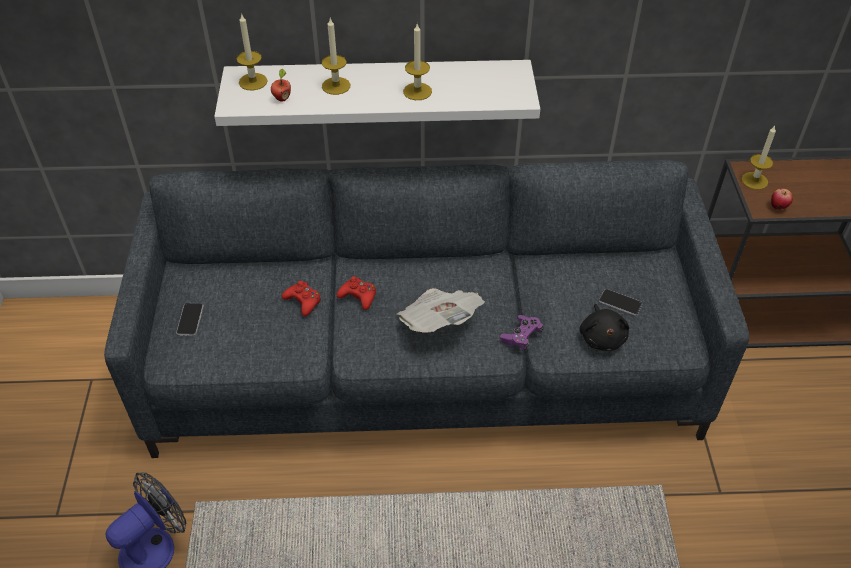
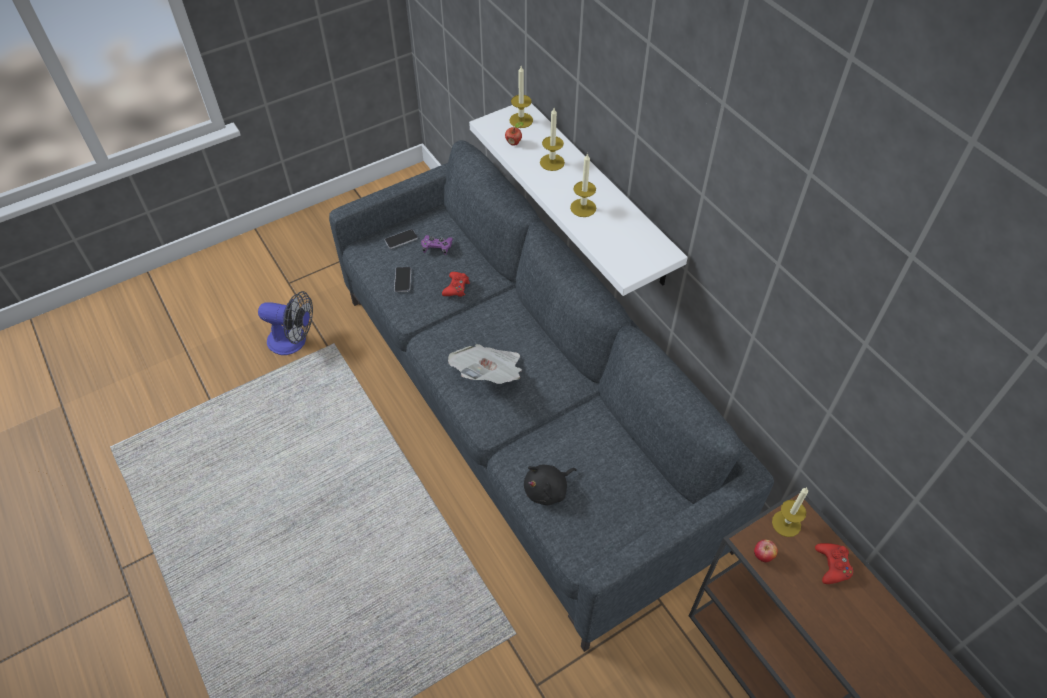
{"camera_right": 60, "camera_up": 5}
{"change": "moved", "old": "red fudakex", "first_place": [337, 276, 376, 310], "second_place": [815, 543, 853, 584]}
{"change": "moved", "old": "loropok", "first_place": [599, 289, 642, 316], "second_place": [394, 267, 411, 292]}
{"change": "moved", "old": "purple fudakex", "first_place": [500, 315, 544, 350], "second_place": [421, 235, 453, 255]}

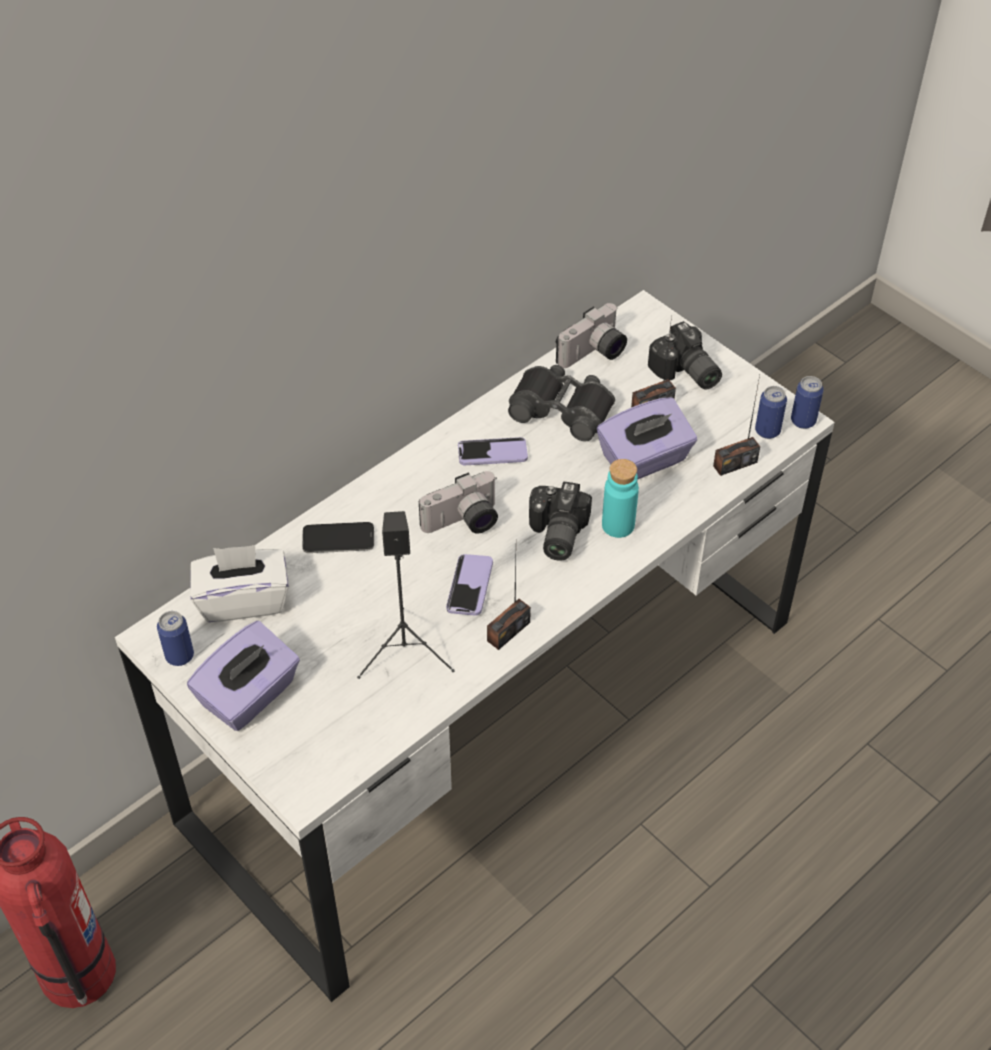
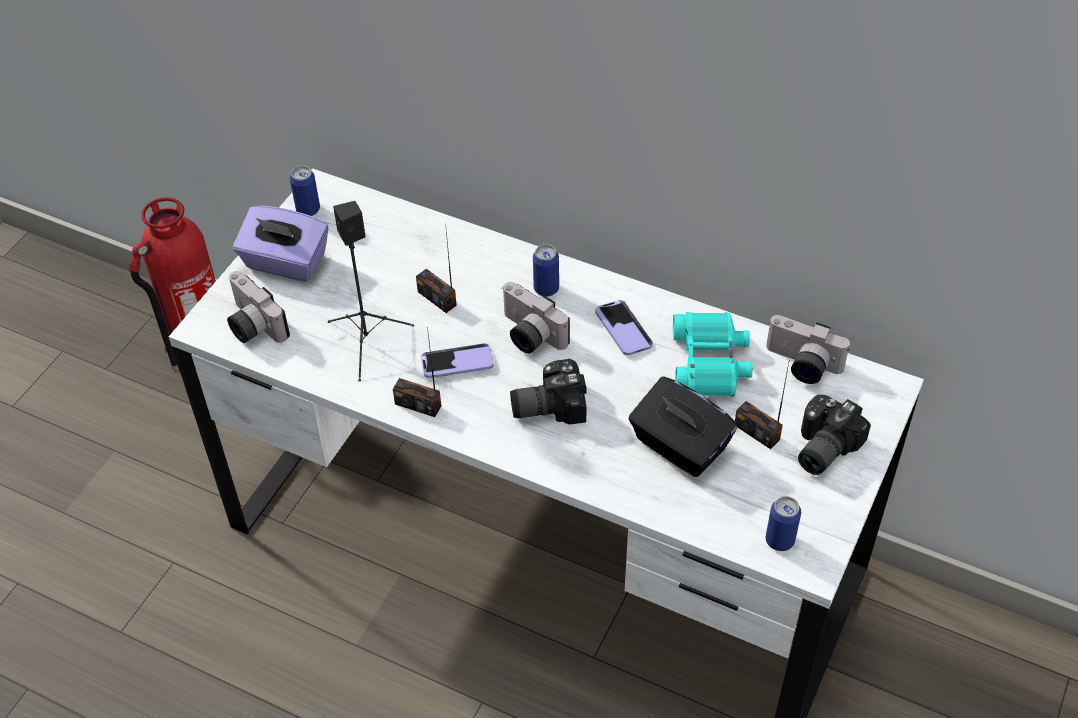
{"camera_right": 70, "camera_up": 0}
{"change": "recoloured", "old": "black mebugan", "new": "turquoise mebugan", "first_place": [508, 365, 615, 442], "second_place": [673, 312, 753, 397]}
{"change": "moved", "old": "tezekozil", "first_place": [713, 375, 760, 476], "second_place": [416, 223, 457, 313]}
{"change": "moved", "old": "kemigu", "first_place": [791, 376, 824, 429], "second_place": [533, 244, 559, 297]}
{"change": "recoloured", "old": "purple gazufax", "new": "black gazufax", "first_place": [597, 397, 697, 479], "second_place": [628, 377, 737, 477]}
{"change": "removed", "old": "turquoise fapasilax", "first_place": [602, 459, 639, 538]}
{"change": "removed", "old": "loropok", "first_place": [302, 522, 374, 553]}
{"change": "removed", "old": "white gazufax", "first_place": [191, 545, 289, 622]}
{"change": "added", "new": "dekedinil", "second_place": [227, 271, 290, 343]}

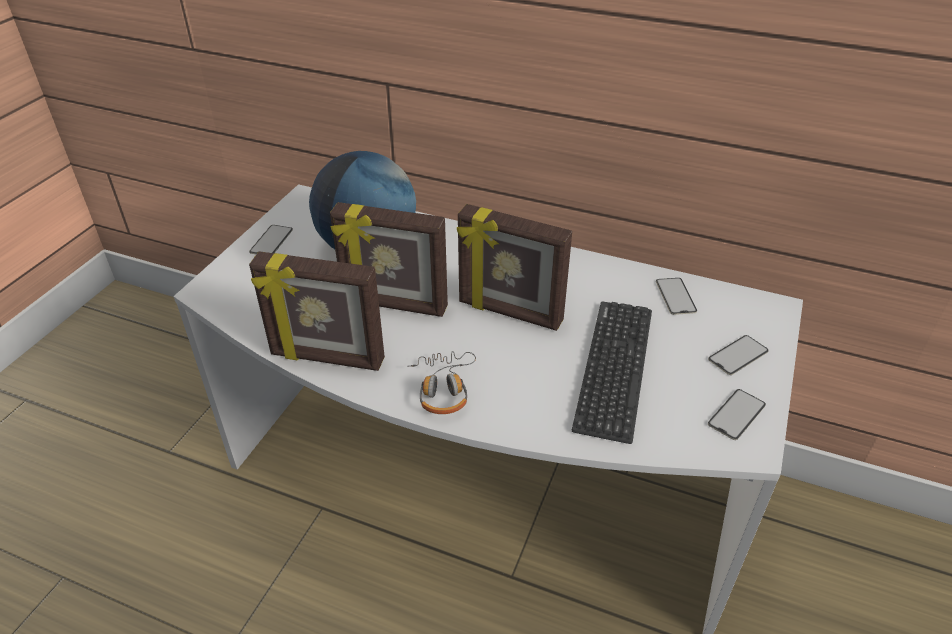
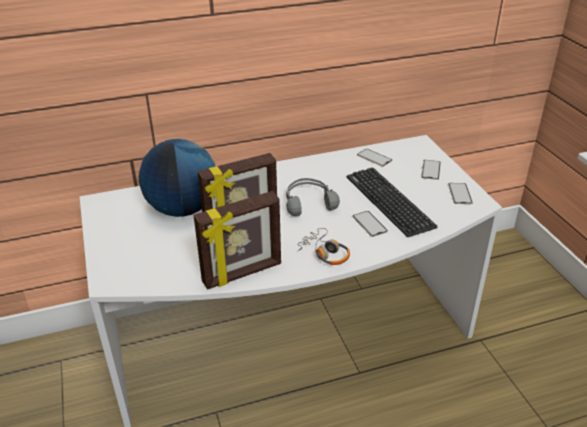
{"camera_right": -40, "camera_up": -5}
{"change": "replaced", "old": "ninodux", "new": "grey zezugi", "first_place": [457, 204, 572, 331], "second_place": [286, 178, 340, 216]}
{"change": "moved", "old": "loropok", "first_place": [249, 225, 293, 254], "second_place": [353, 211, 388, 237]}

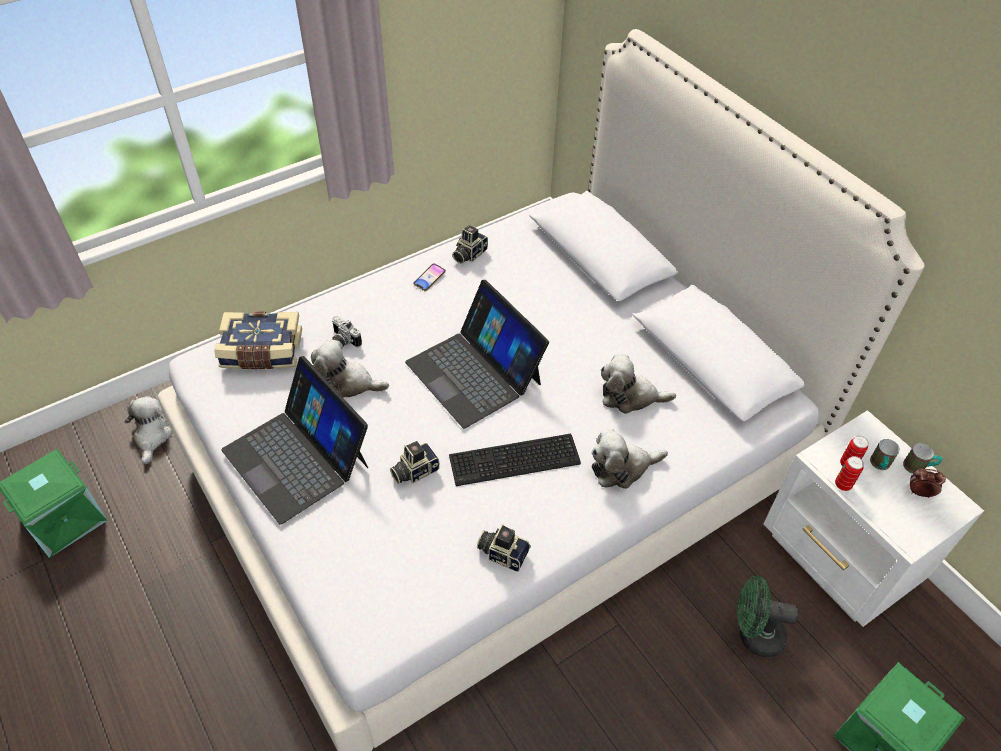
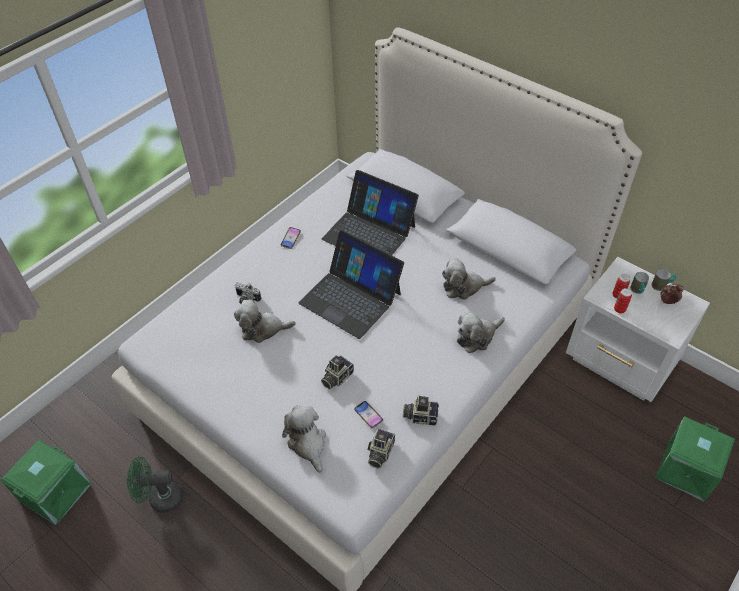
{"camera_right": -15, "camera_up": 0}
{"change": "moved", "old": "dekedinil", "first_place": [452, 225, 488, 264], "second_place": [367, 429, 395, 468]}
{"change": "removed", "old": "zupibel", "first_place": [214, 311, 302, 369]}
{"change": "moved", "old": "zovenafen", "first_place": [221, 356, 368, 525], "second_place": [322, 170, 419, 255]}
{"change": "moved", "old": "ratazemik", "first_place": [124, 396, 173, 464], "second_place": [282, 405, 326, 473]}
{"change": "removed", "old": "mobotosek", "first_place": [449, 434, 581, 486]}
{"change": "moved", "old": "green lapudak", "first_place": [737, 576, 799, 658], "second_place": [127, 456, 183, 513]}
{"change": "added", "new": "loropok", "second_place": [354, 401, 383, 428]}

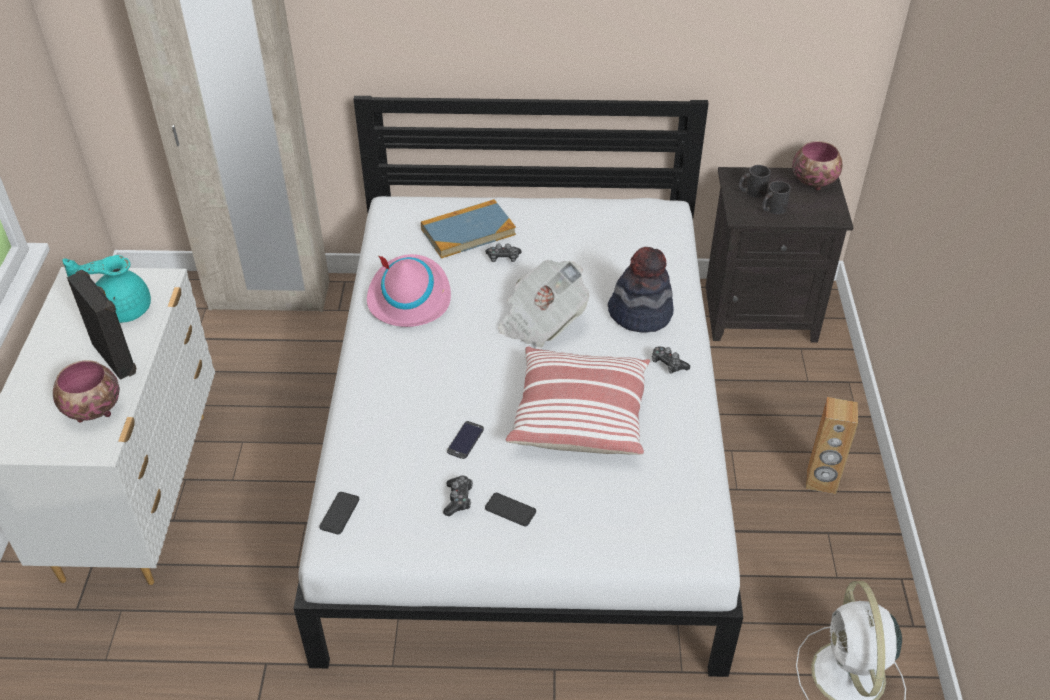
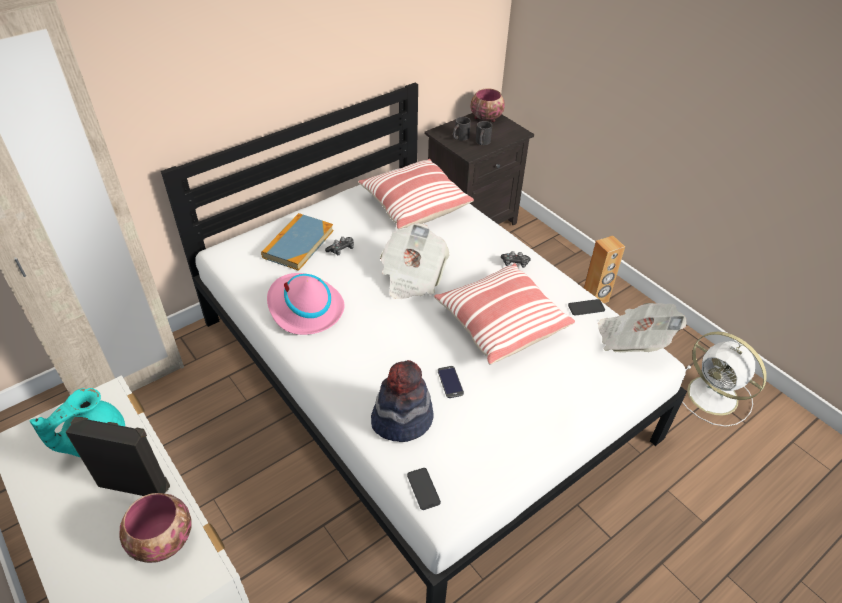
{"camera_right": -40, "camera_up": 0}
{"change": "moved", "old": "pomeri", "first_place": [608, 247, 674, 333], "second_place": [371, 360, 434, 442]}
{"change": "removed", "old": "fudakex", "first_place": [443, 476, 473, 516]}
{"change": "moved", "old": "loropok", "first_place": [485, 493, 536, 526], "second_place": [568, 299, 605, 316]}
{"change": "added", "new": "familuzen", "second_place": [358, 159, 474, 229]}
{"change": "added", "new": "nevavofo", "second_place": [598, 303, 686, 352]}

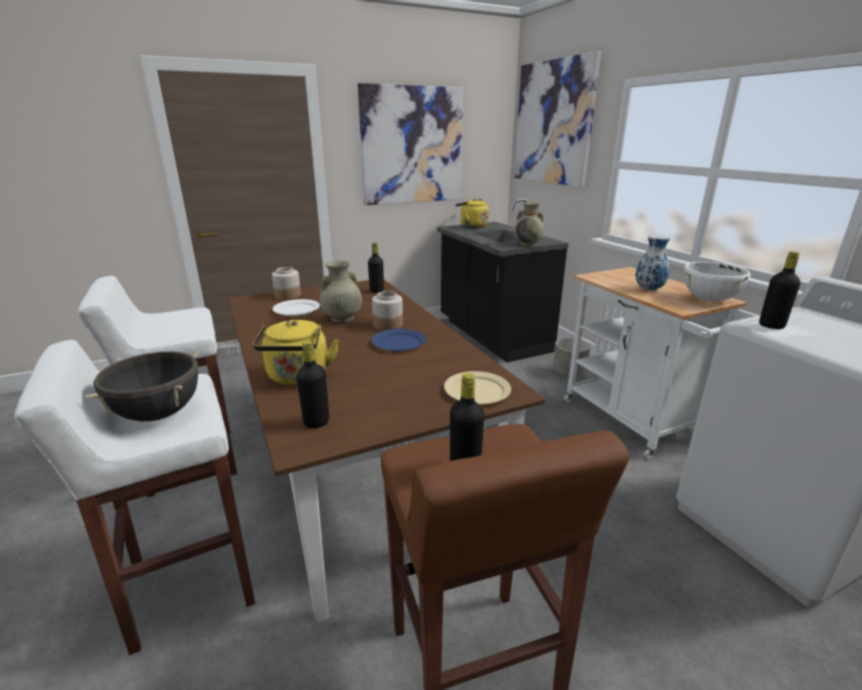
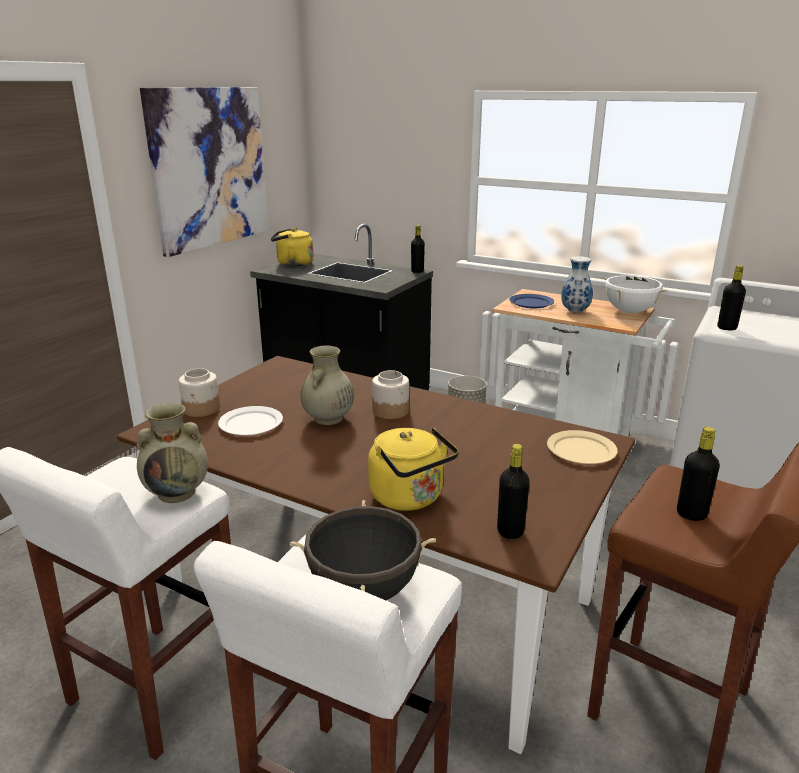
{"camera_right": -35, "camera_up": 0}
{"change": "removed", "old": "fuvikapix", "first_place": [514, 51, 601, 187]}
{"change": "moved", "old": "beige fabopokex", "first_place": [514, 202, 544, 246], "second_place": [137, 402, 208, 503]}
{"change": "moved", "old": "black fapasilax", "first_place": [368, 242, 384, 293], "second_place": [411, 225, 425, 273]}
{"change": "moved", "old": "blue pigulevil", "first_place": [371, 329, 426, 352], "second_place": [509, 294, 554, 308]}

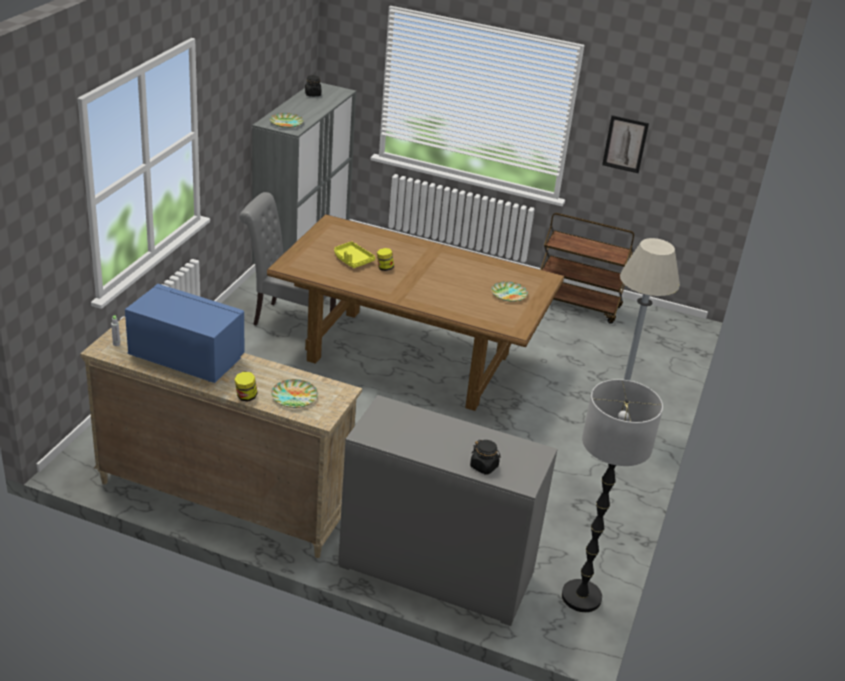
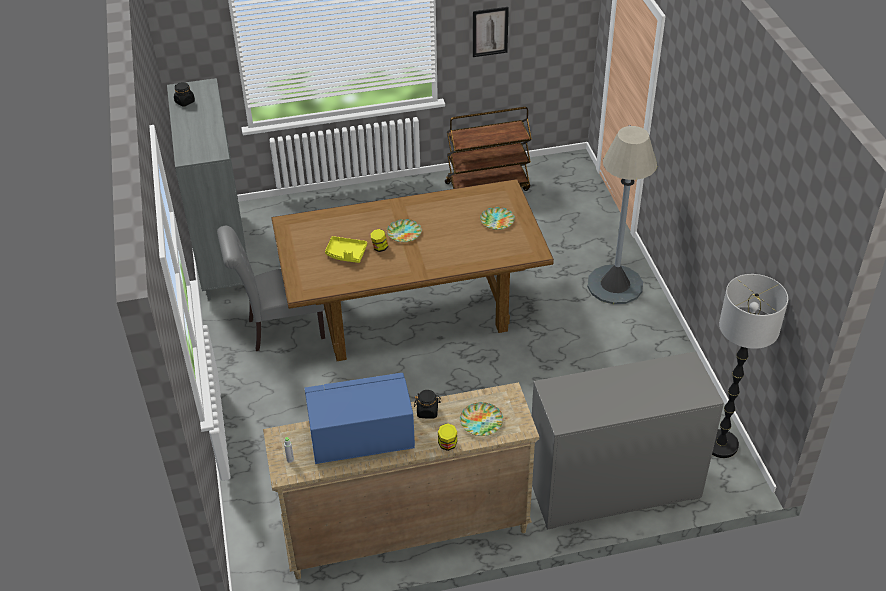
{"camera_right": -30, "camera_up": 10}
{"change": "moved", "old": "pigulevil", "first_place": [269, 113, 304, 128], "second_place": [387, 219, 422, 242]}
{"change": "moved", "old": "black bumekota", "first_place": [470, 440, 501, 475], "second_place": [414, 390, 441, 419]}

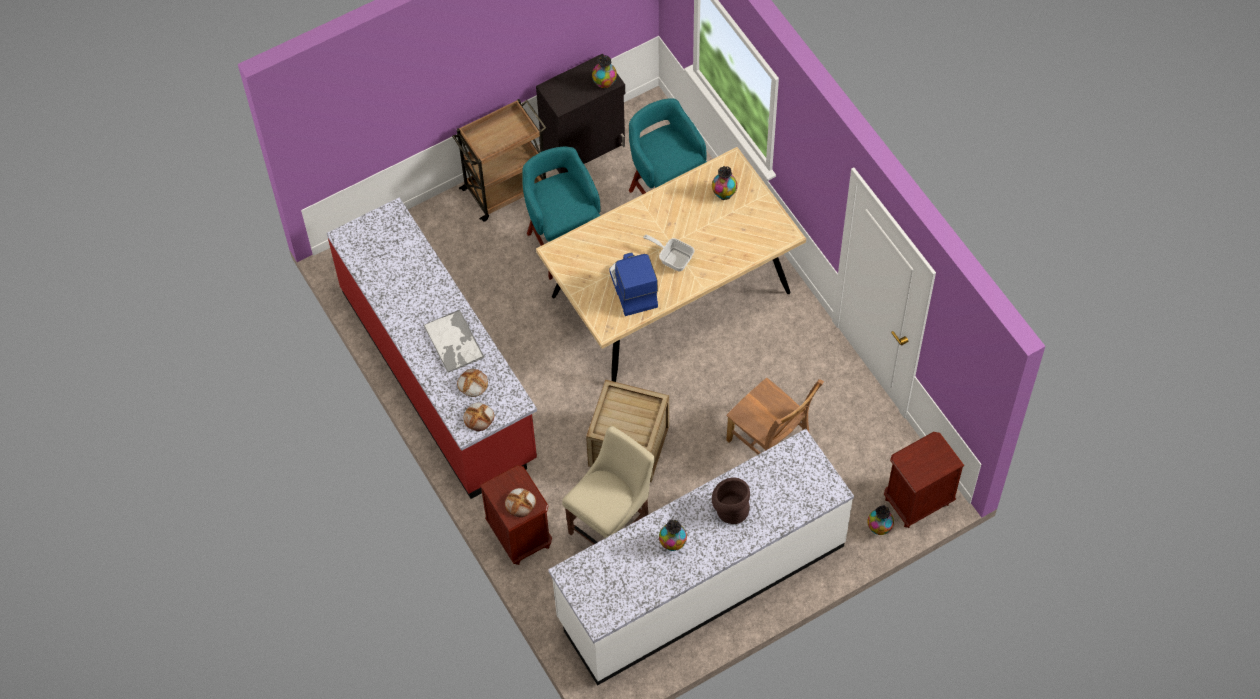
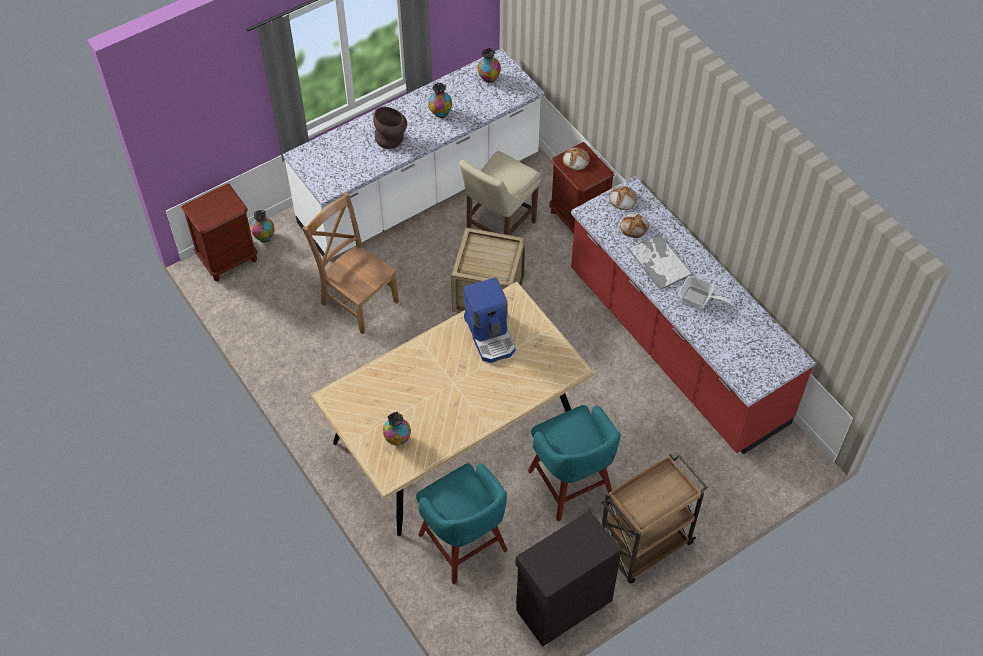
{"camera_right": 175, "camera_up": -5}
{"change": "moved", "old": "fabopokex", "first_place": [592, 55, 617, 89], "second_place": [477, 48, 501, 83]}
{"change": "moved", "old": "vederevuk", "first_place": [643, 235, 695, 271], "second_place": [679, 276, 734, 308]}

